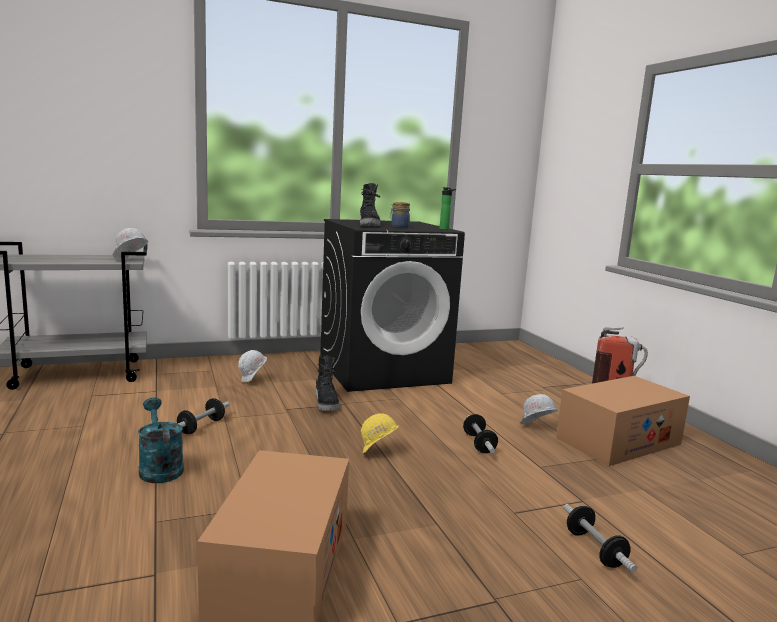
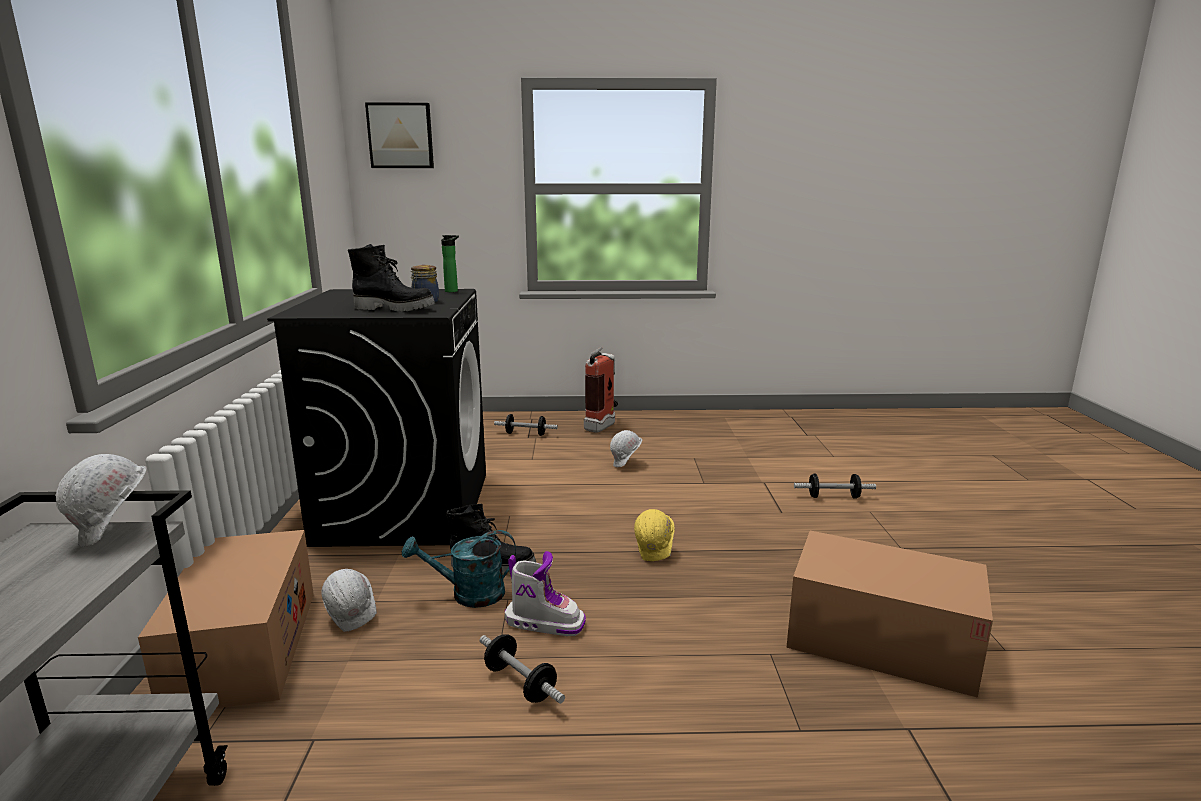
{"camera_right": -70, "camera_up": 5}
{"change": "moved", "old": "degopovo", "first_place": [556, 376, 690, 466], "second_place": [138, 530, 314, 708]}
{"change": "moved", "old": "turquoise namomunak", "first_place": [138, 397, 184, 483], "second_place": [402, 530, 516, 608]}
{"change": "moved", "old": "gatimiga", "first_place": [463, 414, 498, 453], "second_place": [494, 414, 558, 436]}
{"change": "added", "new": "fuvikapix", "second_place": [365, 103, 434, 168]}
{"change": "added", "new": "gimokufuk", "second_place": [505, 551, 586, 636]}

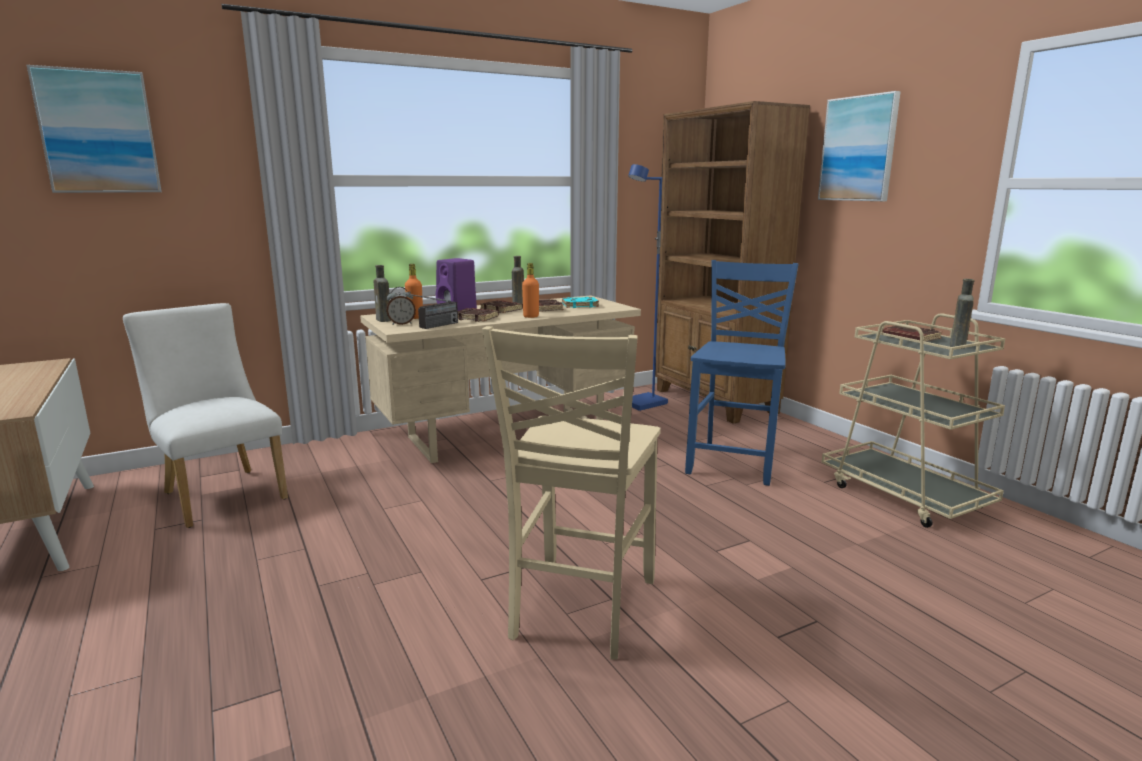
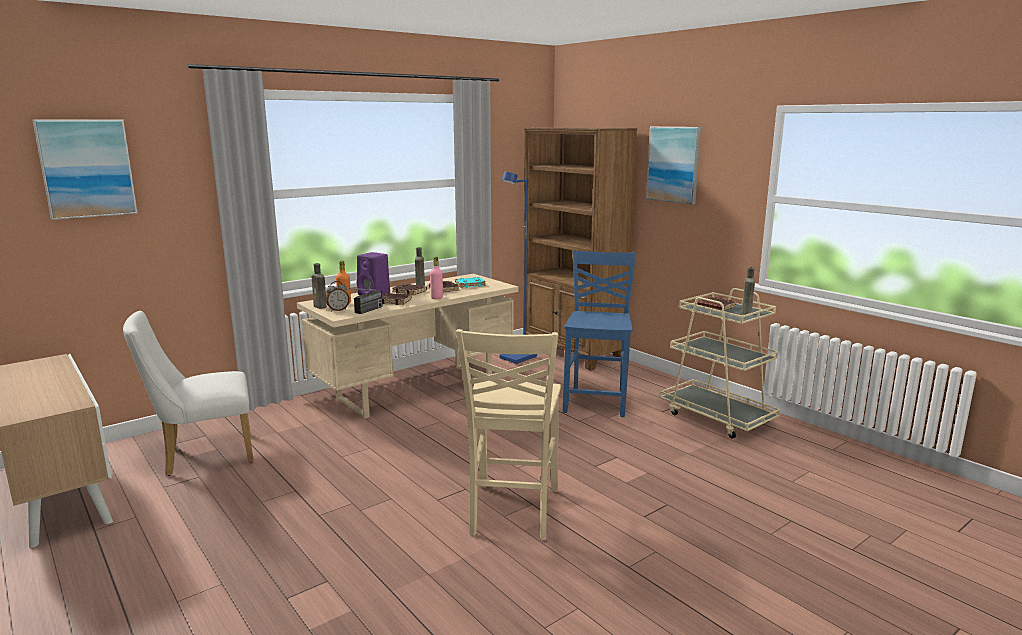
{"camera_right": -10, "camera_up": 0}
{"change": "recoloured", "old": "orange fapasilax", "new": "pink fapasilax", "first_place": [522, 263, 539, 318], "second_place": [430, 257, 443, 299]}
{"change": "turned", "old": "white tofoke", "first_place": [123, 303, 288, 528], "second_place": [123, 311, 254, 476], "degrees": -60}

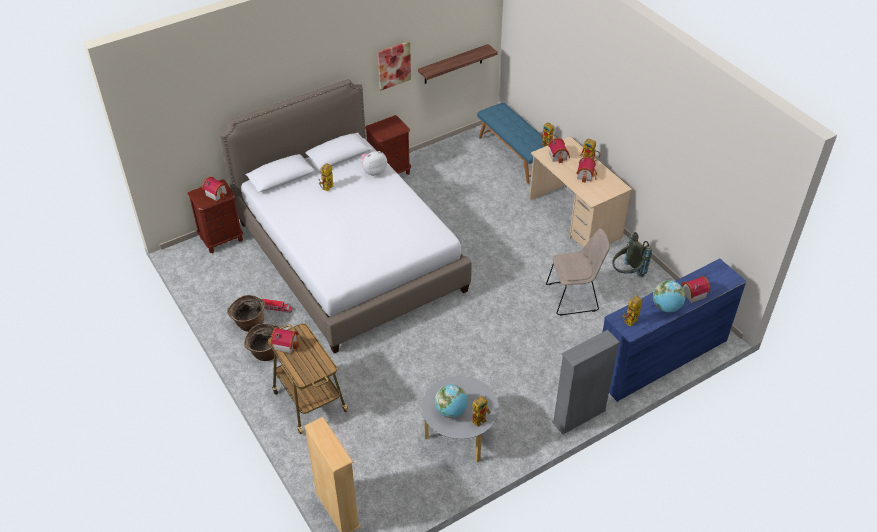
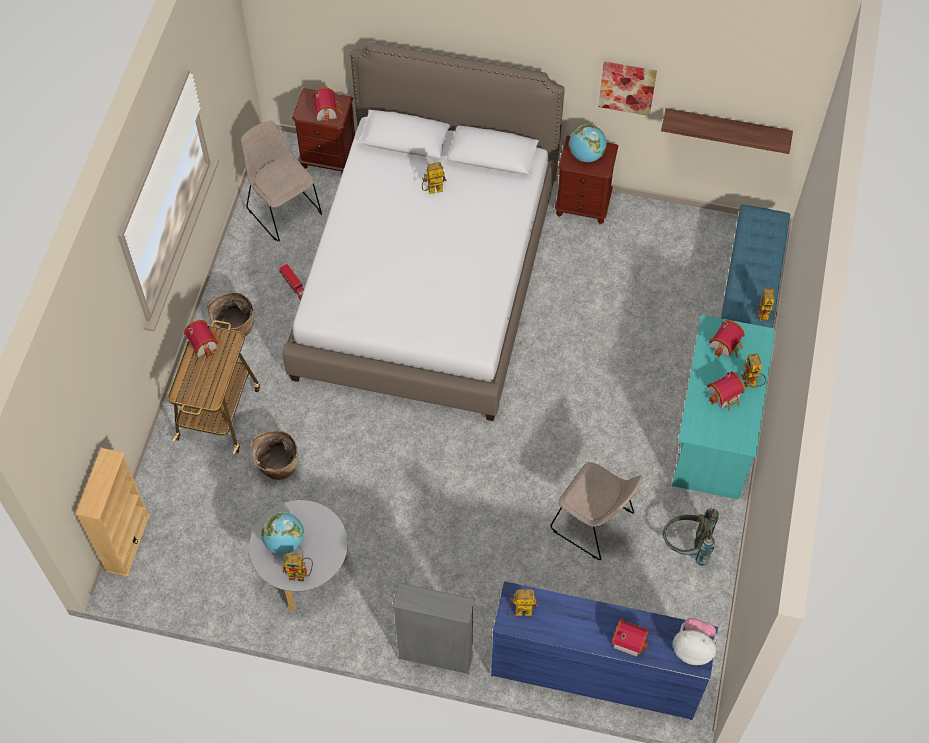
{"camera_right": 45, "camera_up": 15}
{"change": "recoloured", "old": "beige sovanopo", "new": "turquoise sovanopo", "first_place": [529, 136, 632, 248], "second_place": [672, 315, 775, 500]}
{"change": "moved", "old": "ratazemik", "first_place": [361, 151, 387, 176], "second_place": [673, 618, 717, 665]}
{"change": "moved", "old": "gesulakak", "first_place": [653, 280, 686, 312], "second_place": [569, 125, 606, 162]}
{"change": "moved", "old": "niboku", "first_place": [227, 295, 265, 332], "second_place": [250, 431, 298, 480]}
{"change": "added", "new": "beige tofoke", "second_place": [241, 120, 322, 242]}

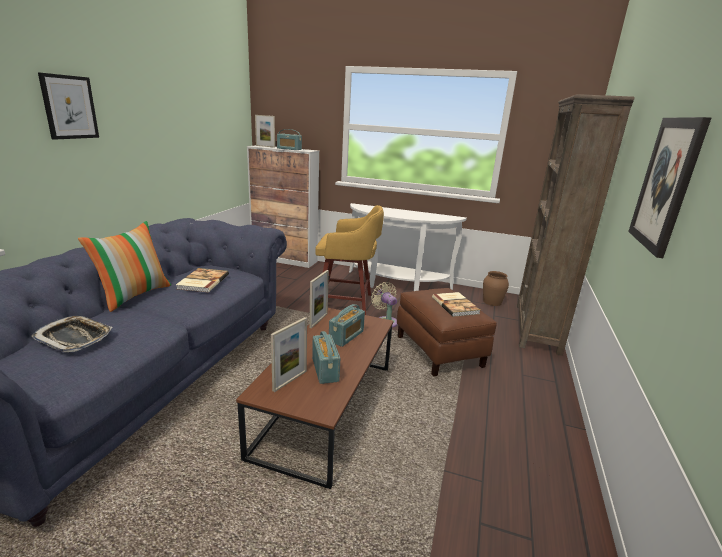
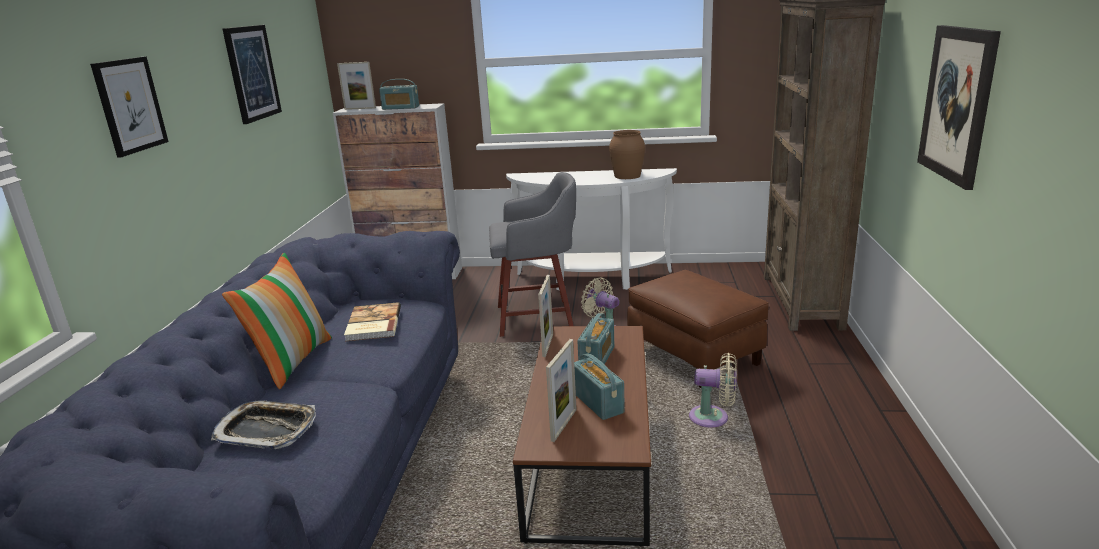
{"camera_right": -10, "camera_up": 0}
{"change": "recoloured", "old": "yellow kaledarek", "new": "grey kaledarek", "first_place": [315, 205, 384, 315], "second_place": [489, 172, 576, 337]}
{"change": "moved", "old": "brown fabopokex", "first_place": [483, 271, 509, 306], "second_place": [609, 130, 645, 179]}
{"change": "removed", "old": "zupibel", "first_place": [432, 292, 480, 317]}
{"change": "added", "new": "fuvikapix", "second_place": [222, 25, 282, 124]}
{"change": "added", "new": "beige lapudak", "second_place": [689, 353, 737, 427]}

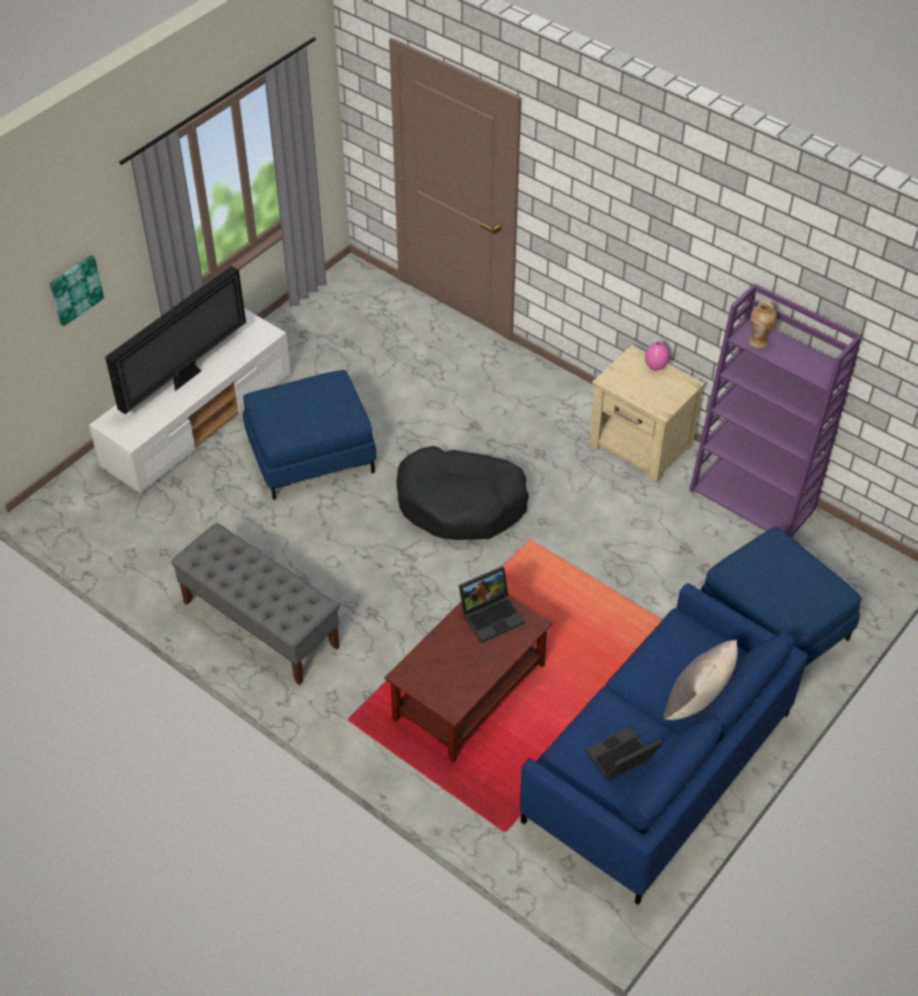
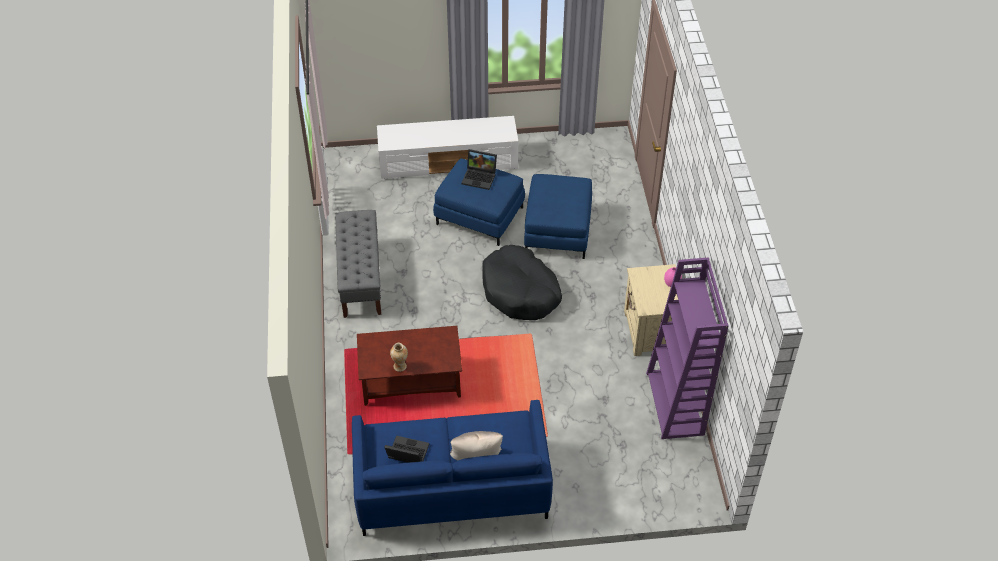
{"camera_right": 45, "camera_up": 0}
{"change": "removed", "old": "fuvikapix", "first_place": [50, 255, 104, 326]}
{"change": "removed", "old": "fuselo", "first_place": [105, 266, 246, 414]}
{"change": "moved", "old": "fabopokex", "first_place": [749, 301, 777, 348], "second_place": [390, 343, 408, 372]}
{"change": "moved", "old": "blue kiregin", "first_place": [701, 526, 862, 667], "second_place": [524, 174, 592, 259]}
{"change": "moved", "old": "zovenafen", "first_place": [459, 566, 525, 643], "second_place": [462, 149, 497, 190]}

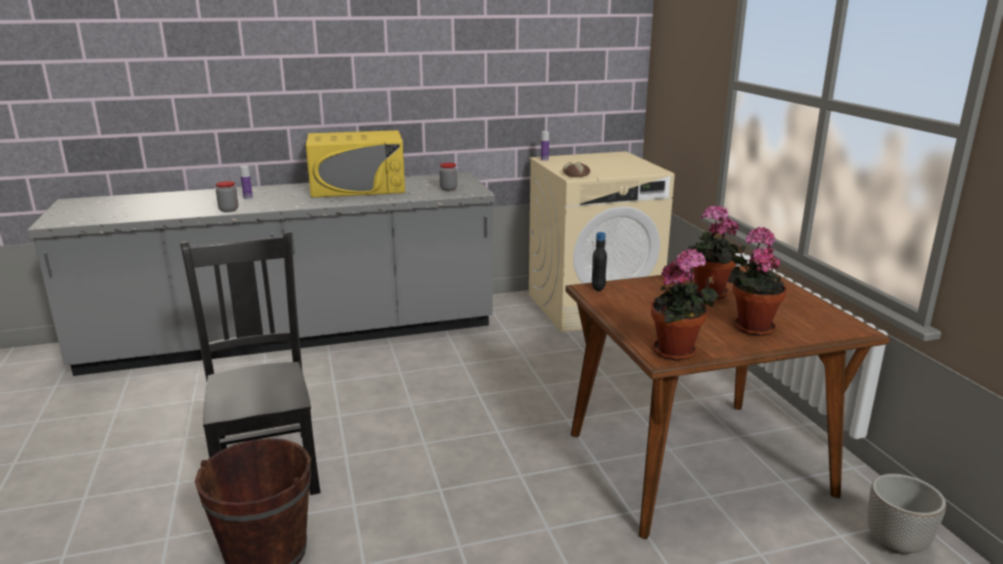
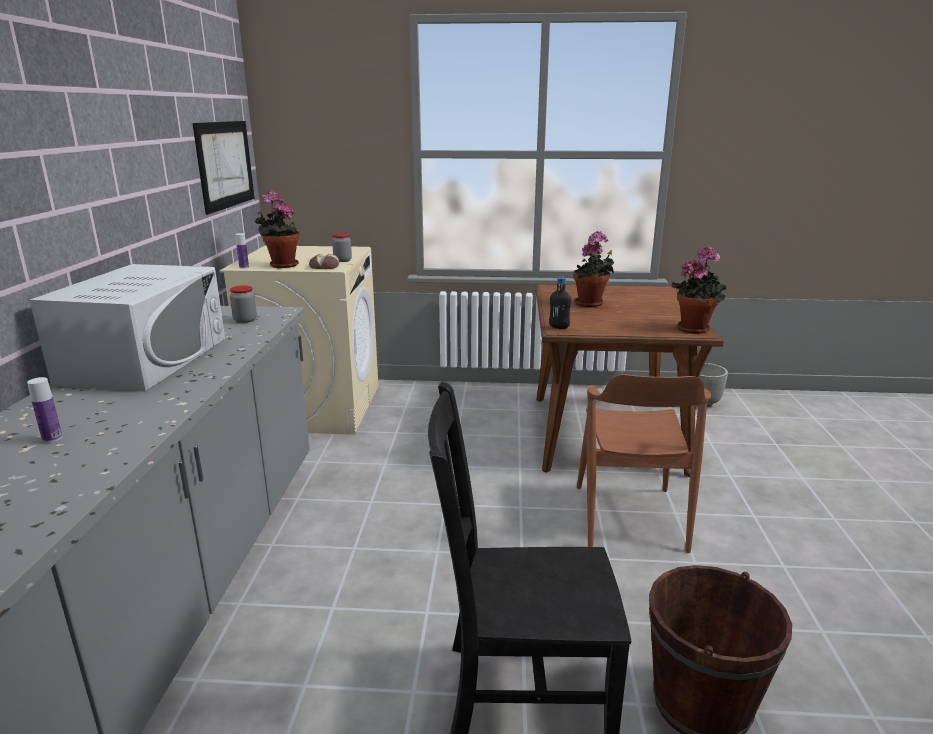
{"camera_right": -70, "camera_up": 0}
{"change": "recoloured", "old": "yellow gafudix", "new": "white gafudix", "first_place": [306, 130, 405, 198], "second_place": [29, 264, 225, 392]}
{"change": "moved", "old": "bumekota", "first_place": [216, 181, 238, 212], "second_place": [332, 233, 352, 262]}
{"change": "moved", "old": "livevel", "first_place": [728, 227, 787, 336], "second_place": [255, 190, 299, 268]}
{"change": "added", "new": "fuvikapix", "second_place": [192, 121, 255, 215]}
{"change": "added", "new": "brown tofoke", "second_place": [577, 374, 711, 553]}

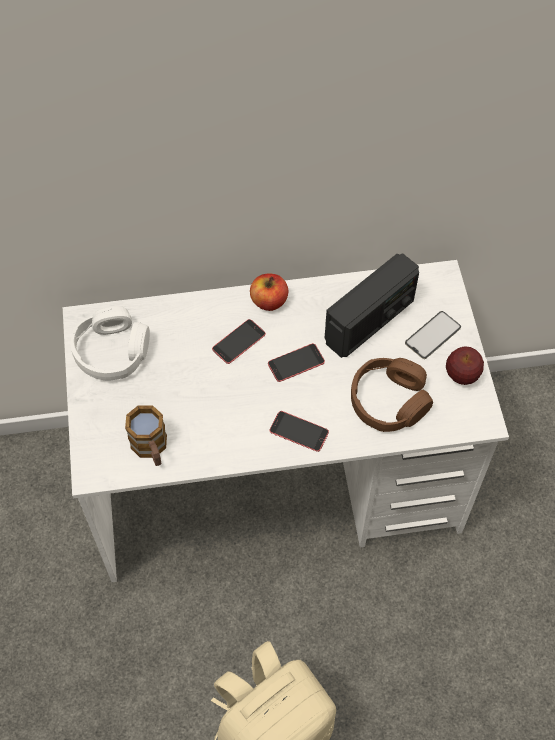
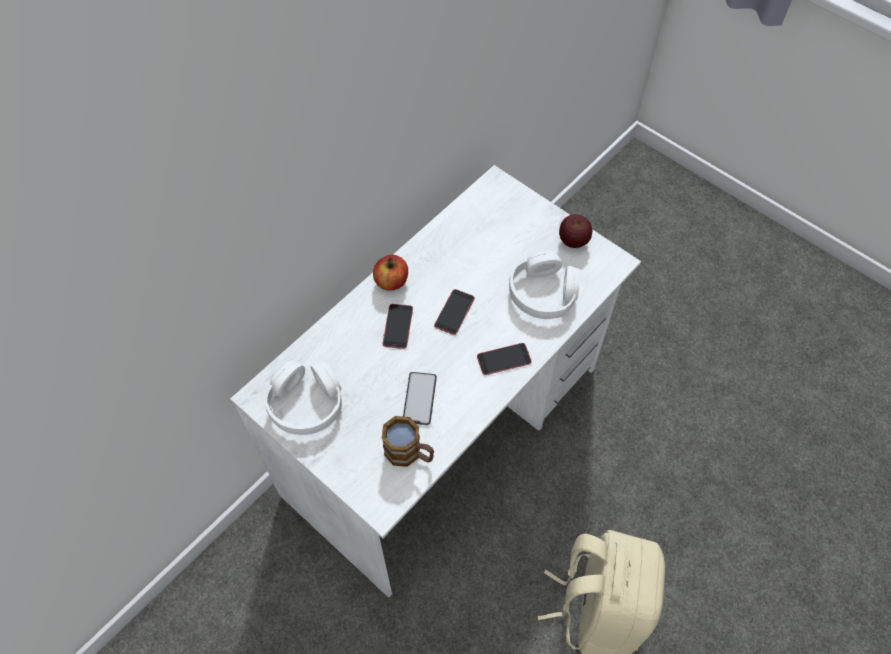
{"camera_right": -40, "camera_up": 0}
{"change": "removed", "old": "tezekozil", "first_place": [325, 253, 419, 358]}
{"change": "moved", "old": "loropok", "first_place": [405, 311, 461, 359], "second_place": [403, 372, 437, 425]}
{"change": "recoloured", "old": "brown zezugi", "new": "white zezugi", "first_place": [351, 358, 433, 432], "second_place": [509, 251, 580, 319]}

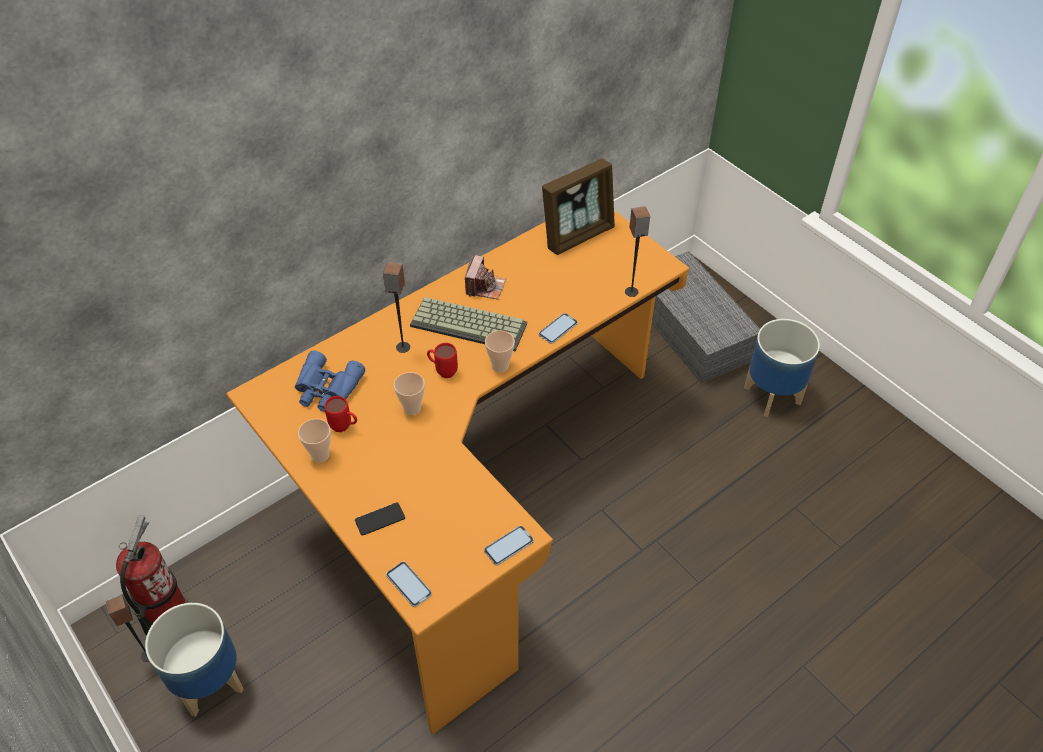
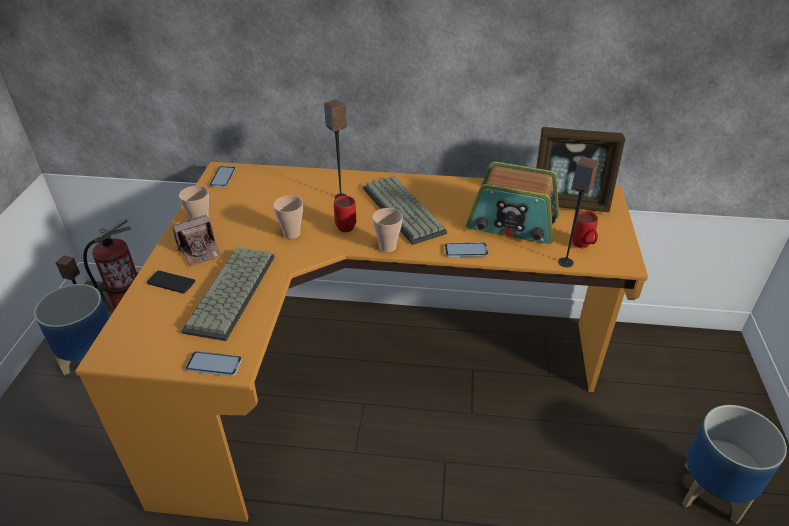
{"camera_right": 45, "camera_up": -10}
{"change": "removed", "old": "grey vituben", "first_place": [652, 251, 760, 383]}
{"change": "moved", "old": "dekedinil", "first_place": [465, 255, 506, 300], "second_place": [172, 214, 222, 266]}
{"change": "removed", "old": "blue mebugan", "first_place": [295, 350, 365, 412]}
{"change": "moved", "old": "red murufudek", "first_place": [324, 396, 357, 432], "second_place": [572, 211, 598, 248]}
{"change": "moved", "old": "loropok", "first_place": [386, 562, 432, 607], "second_place": [209, 166, 236, 187]}
{"change": "added", "new": "tezekozil", "second_place": [466, 162, 559, 244]}
{"change": "added", "new": "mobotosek", "second_place": [181, 247, 275, 341]}

